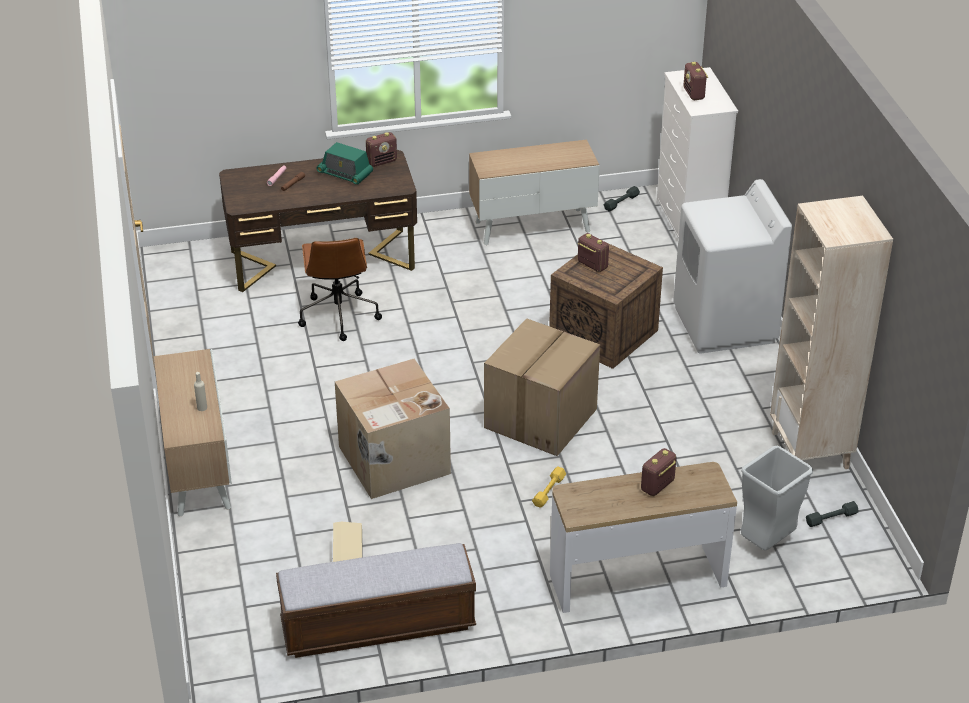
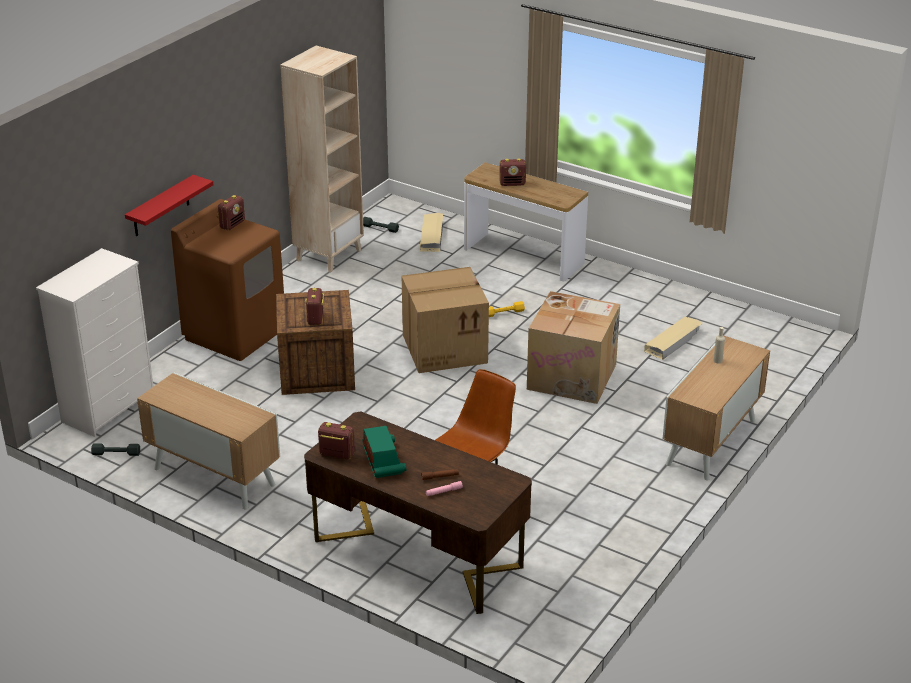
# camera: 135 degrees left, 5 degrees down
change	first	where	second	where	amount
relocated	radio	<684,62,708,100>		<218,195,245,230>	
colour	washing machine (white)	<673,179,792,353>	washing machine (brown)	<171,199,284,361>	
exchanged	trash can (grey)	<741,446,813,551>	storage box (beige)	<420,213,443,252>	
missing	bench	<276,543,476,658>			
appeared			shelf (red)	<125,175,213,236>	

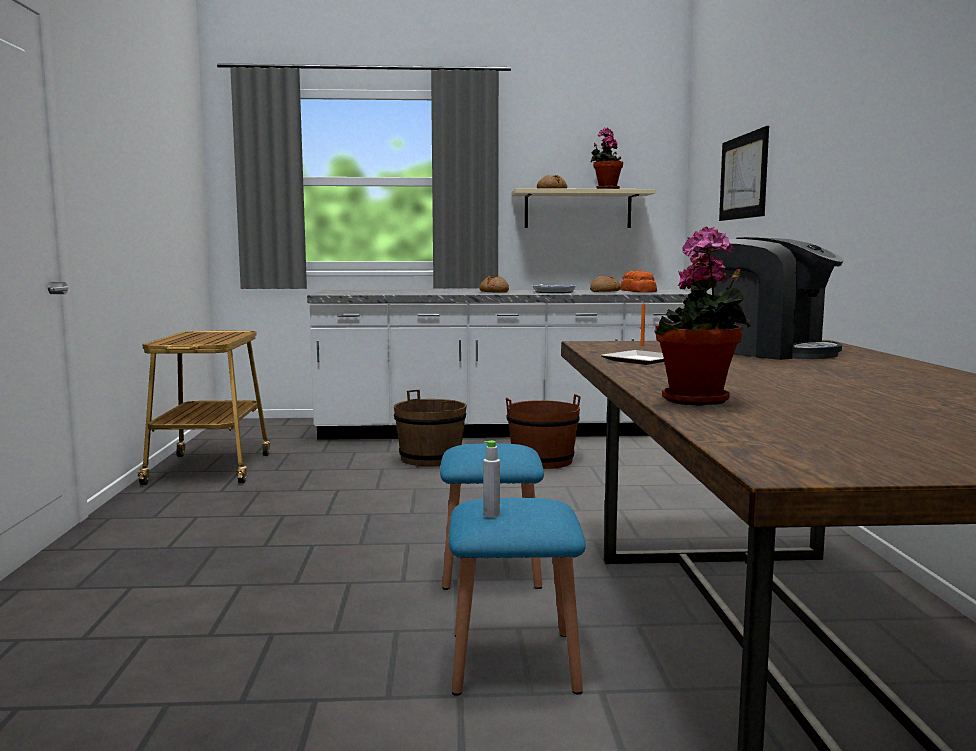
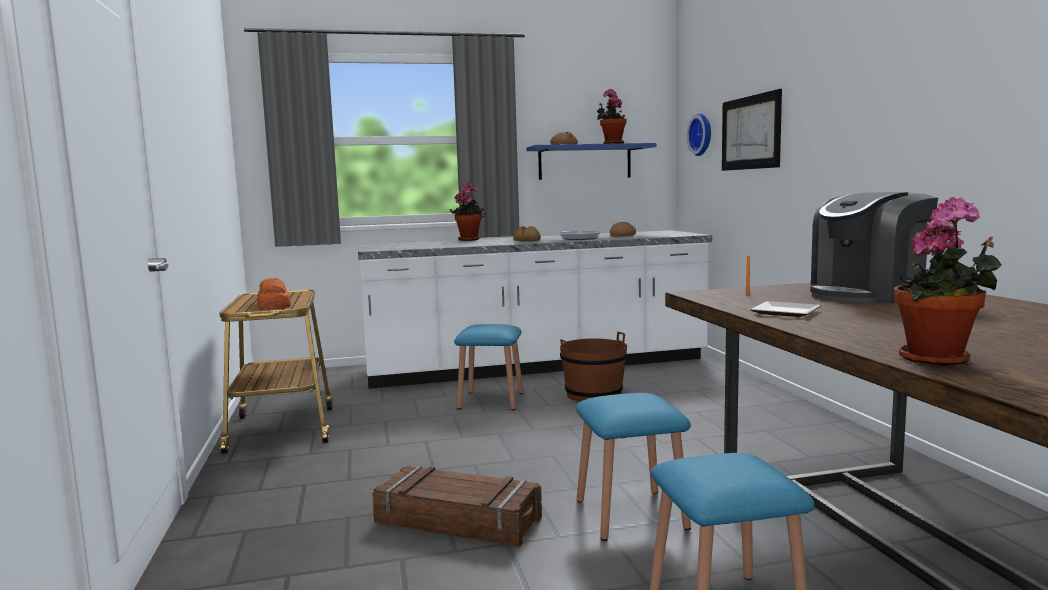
# camera: 10 degrees left, 0 degrees up
change	first	where	second	where	amount
colour	shelf (beige)	<512,188,655,228>	shelf (blue)	<526,143,656,180>	
spun	coffee machine	<710,237,844,360>		<810,192,938,304>	120 degrees clockwise
relocated	bread	<620,271,657,292>		<257,278,291,309>	
exchanged	bucket (brown)	<394,390,467,466>	stool (blue)	<454,324,523,410>	
missing	bottle (grey)	<483,441,500,518>			
appeared			wall clock	<687,113,711,156>	
appeared			potted plant	<450,183,486,241>	
appeared			crate	<372,466,542,547>	

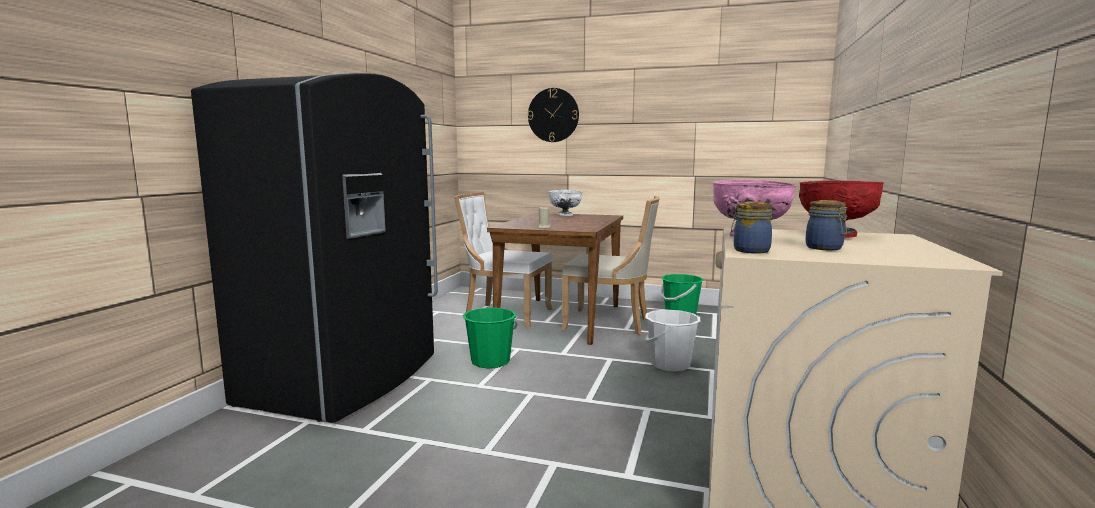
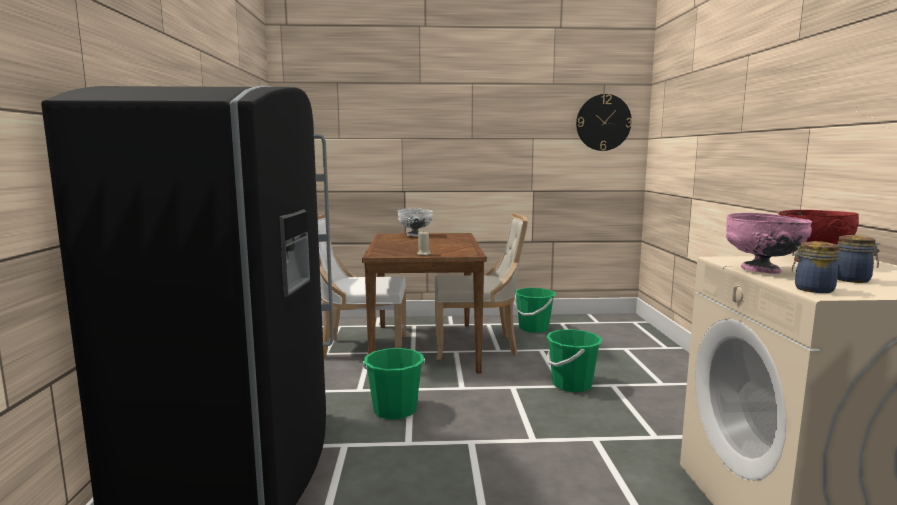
# camera: 20 degrees left, 0 degrees up
change	first	where	second	where	amount
relocated	wall clock	<528,88,579,142>		<576,94,632,151>	
colour	bucket (white)	<645,310,700,372>	bucket (green)	<546,329,603,392>	

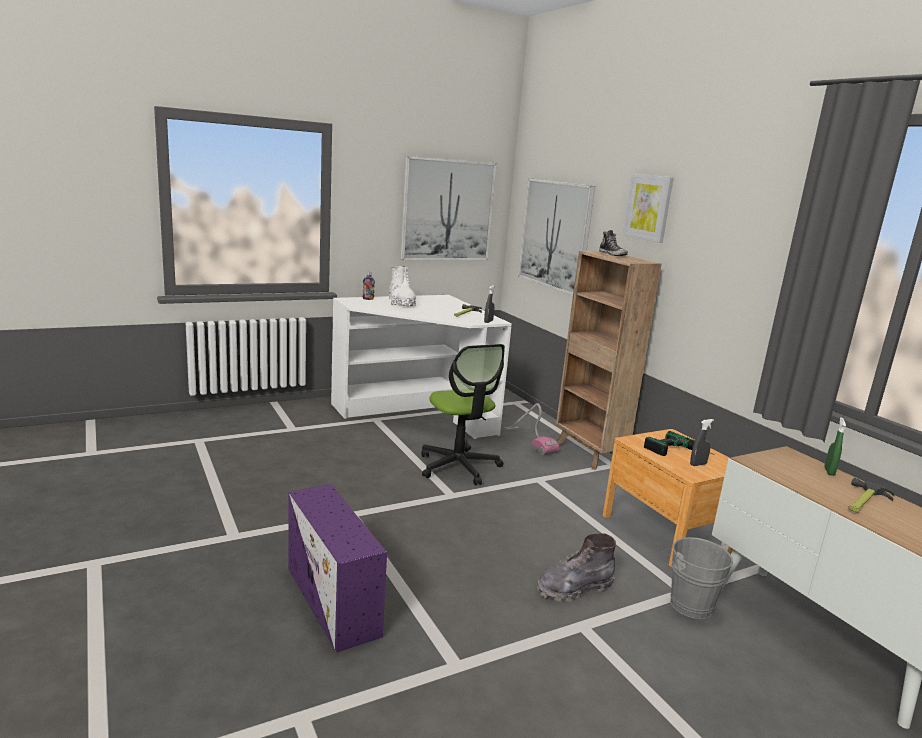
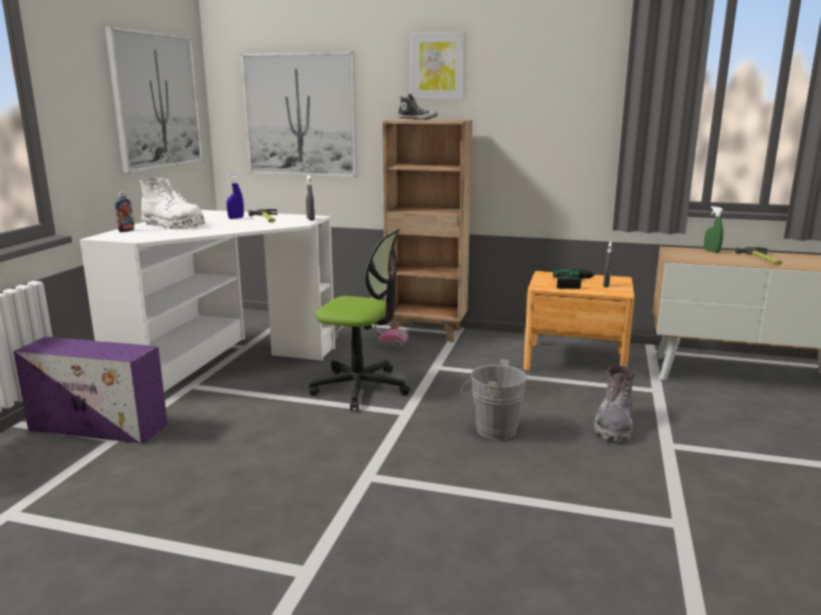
# camera: 45 degrees left, 0 degrees up
change	first	where	second	where	amount
relocated	storage box (purple)	<289,484,387,652>		<13,337,168,444>	
relocated	bucket (grey)	<662,537,733,619>		<461,360,527,440>	
appeared			spray bottle (blue)	<226,174,244,219>	

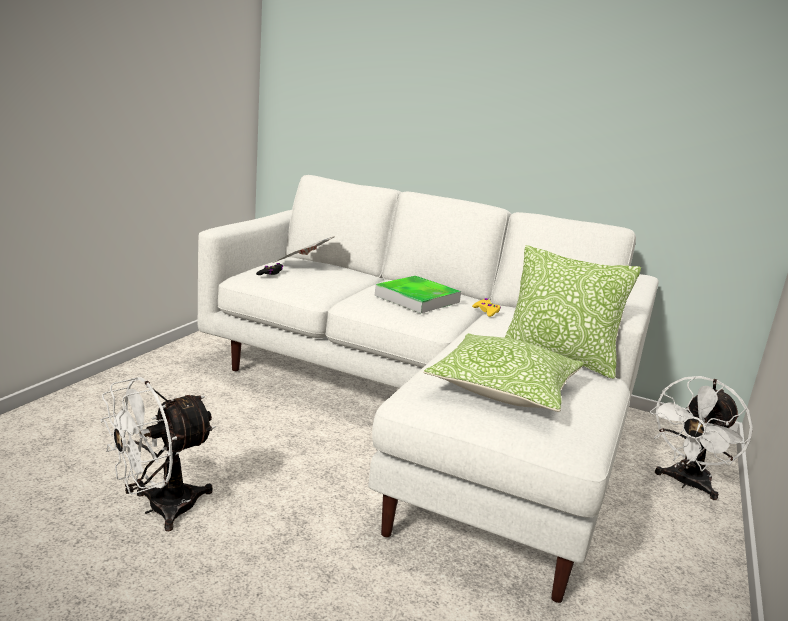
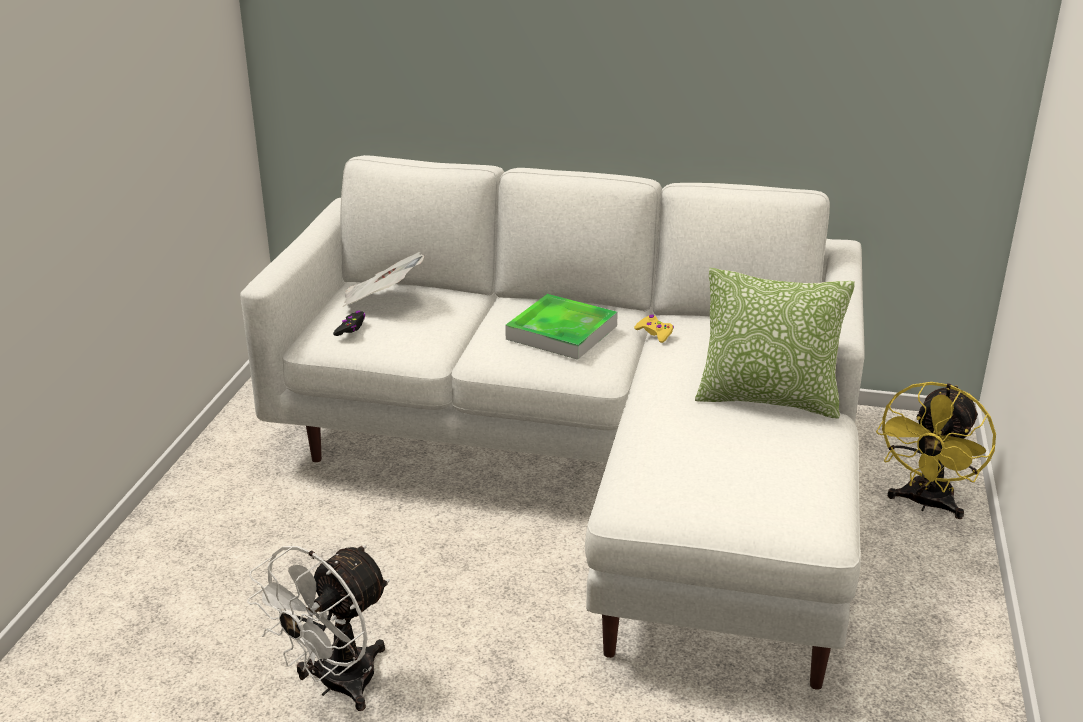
# camera: 10 degrees left, 10 degrees up
change	first	where	second	where	amount
missing	pillow	<423,333,584,412>			
colour	fan (white)	<650,376,753,500>	fan (yellow)	<876,382,996,519>	

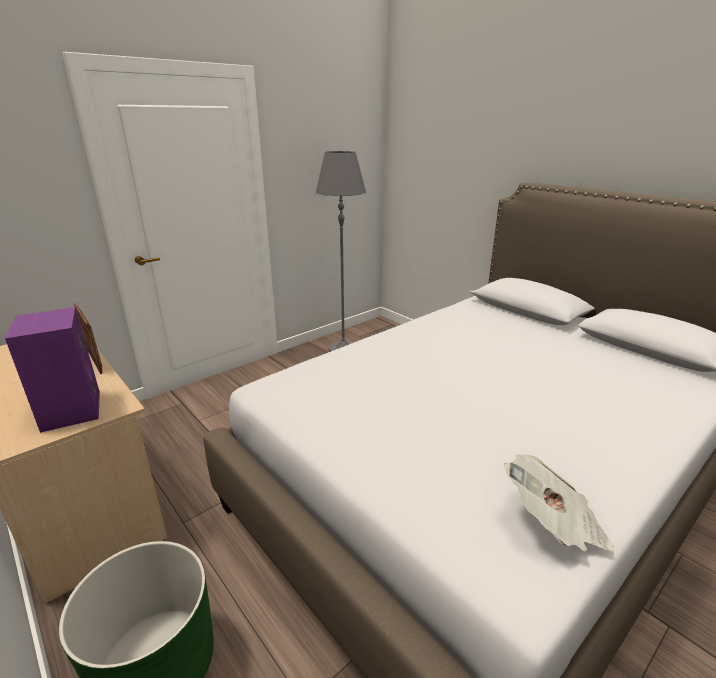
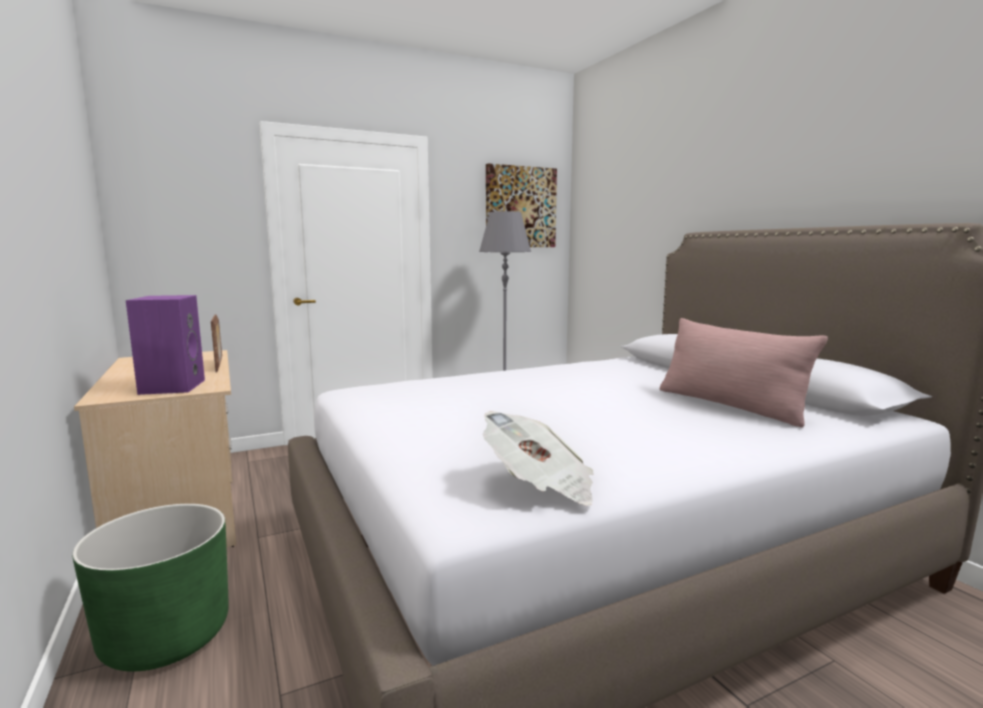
# camera: 15 degrees right, 15 degrees down
change	first	where	second	where	amount
appeared			picture	<486,163,557,247>	
appeared			pillow (pink)	<660,318,828,428>	

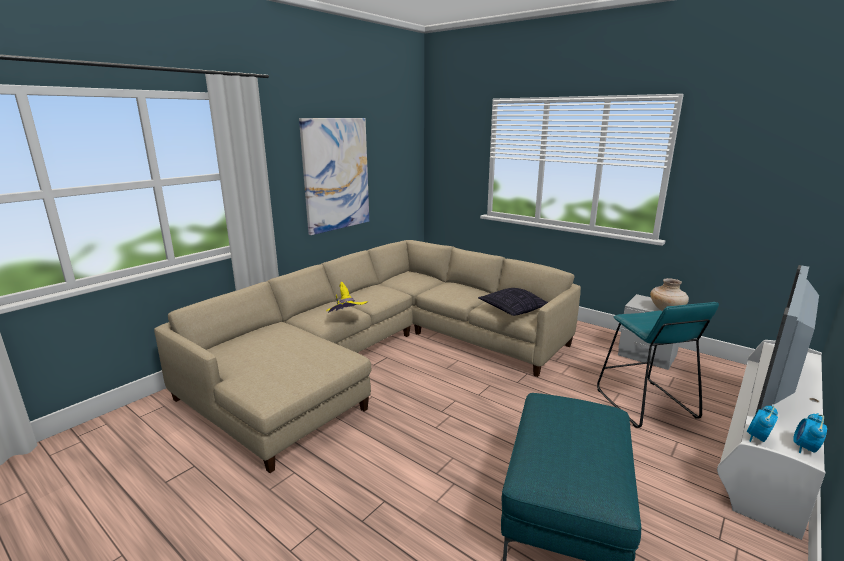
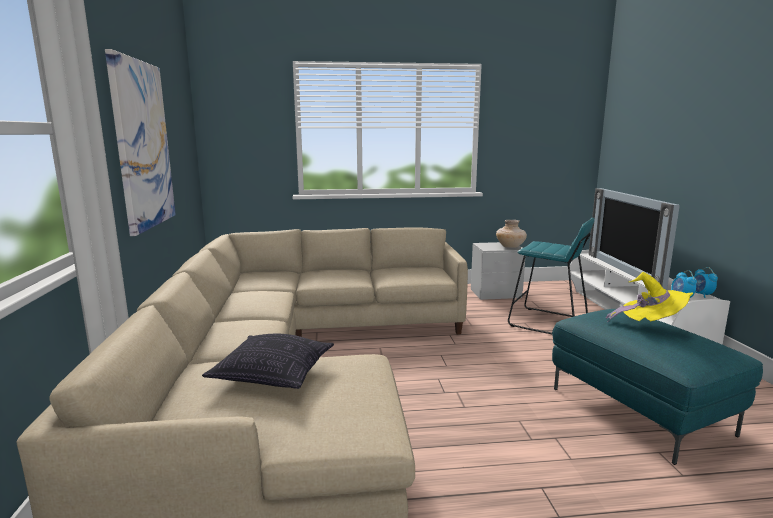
# camera: 45 degrees left, 5 degrees down
change	first	where	second	where	amount
relocated	hat (yellow)	<326,282,368,313>		<606,272,694,322>	
relocated	pillow	<478,288,548,316>		<202,334,334,389>	

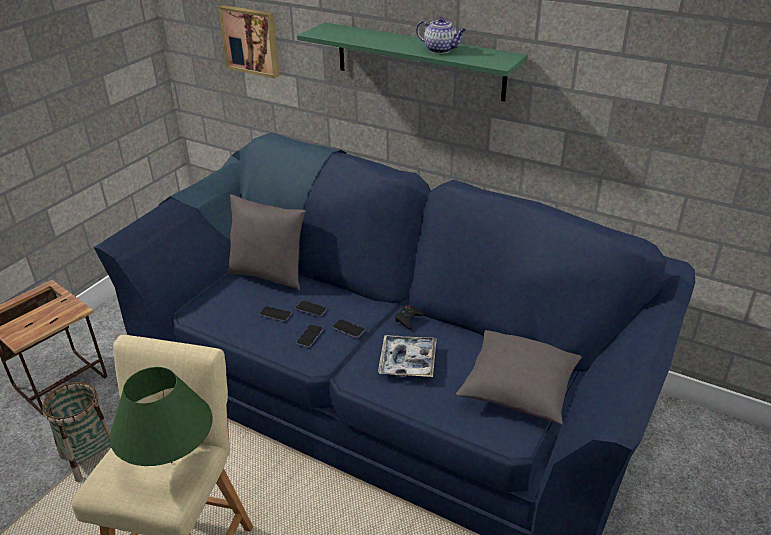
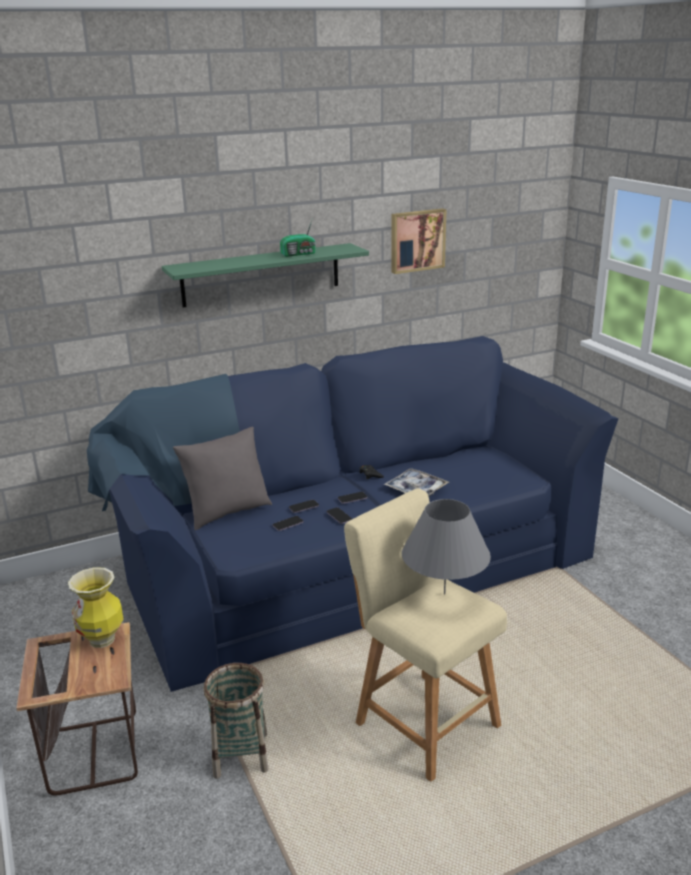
# camera: 55 degrees left, 10 degrees down
change	first	where	second	where	amount
relocated	picture	<218,5,280,78>		<392,208,447,274>	
exchanged	teapot	<416,17,466,54>	radio	<280,218,316,257>	
missing	pillow (grey)	<456,330,582,425>			
colour	table lamp (green)	<109,367,212,466>	table lamp (grey)	<402,499,491,595>	
appeared			vase	<68,567,123,648>	

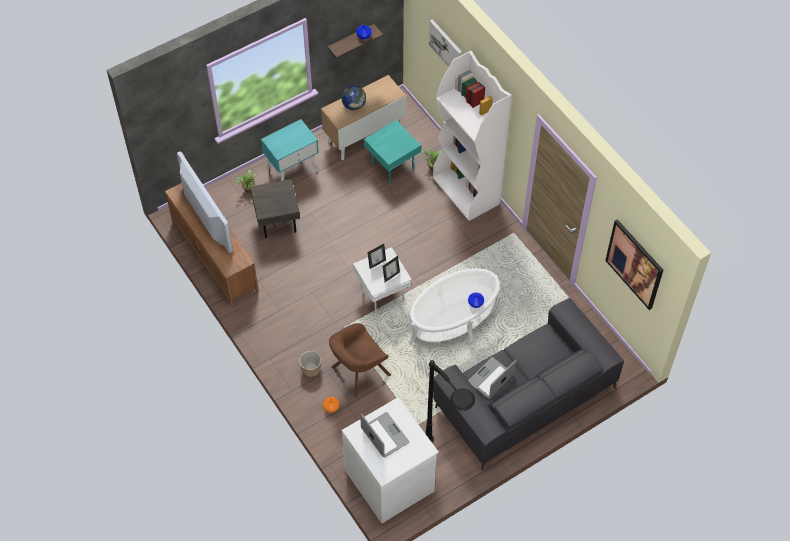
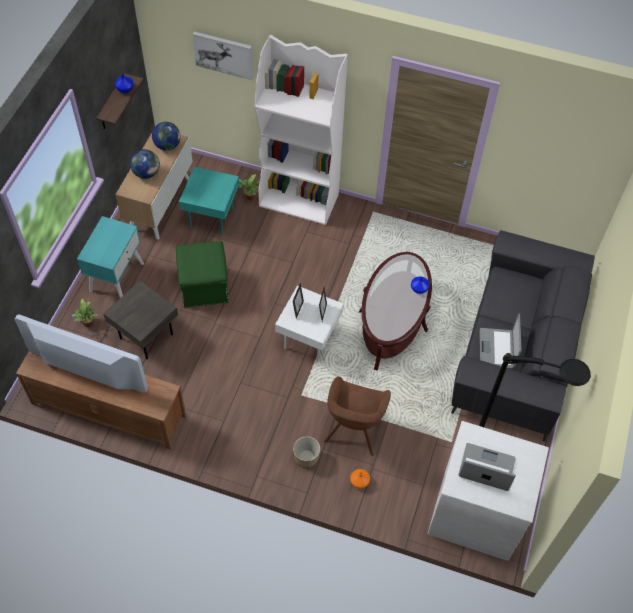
# camera: 40 degrees left, 0 degrees up
change	first	where	second	where	amount
missing	picture	<605,219,663,310>			
colour	coffee table (white)	<409,268,500,345>	coffee table (brown)	<359,252,432,371>	
appeared			globe	<152,122,181,151>	
appeared			ottoman (green)	<176,241,229,308>	

